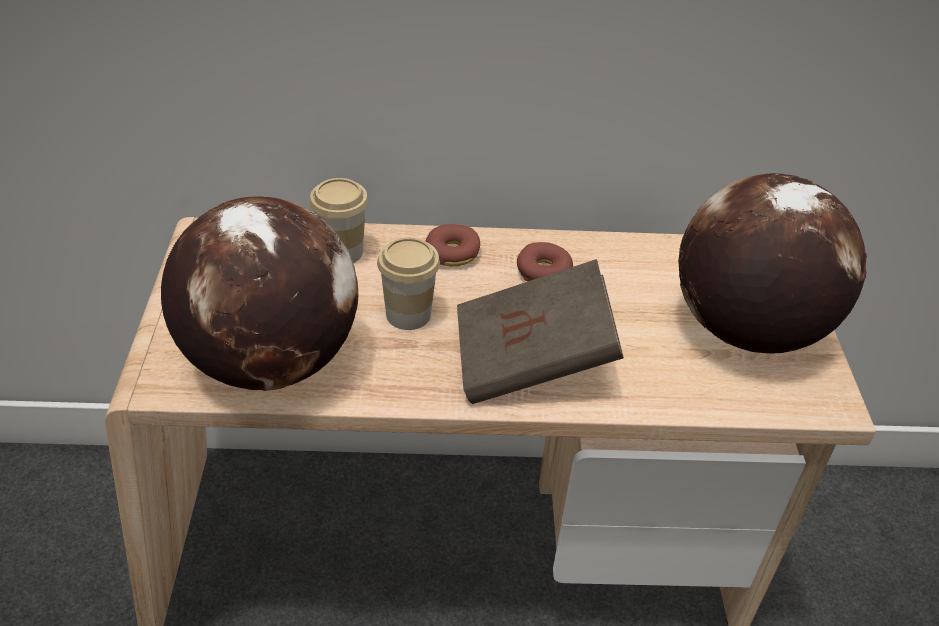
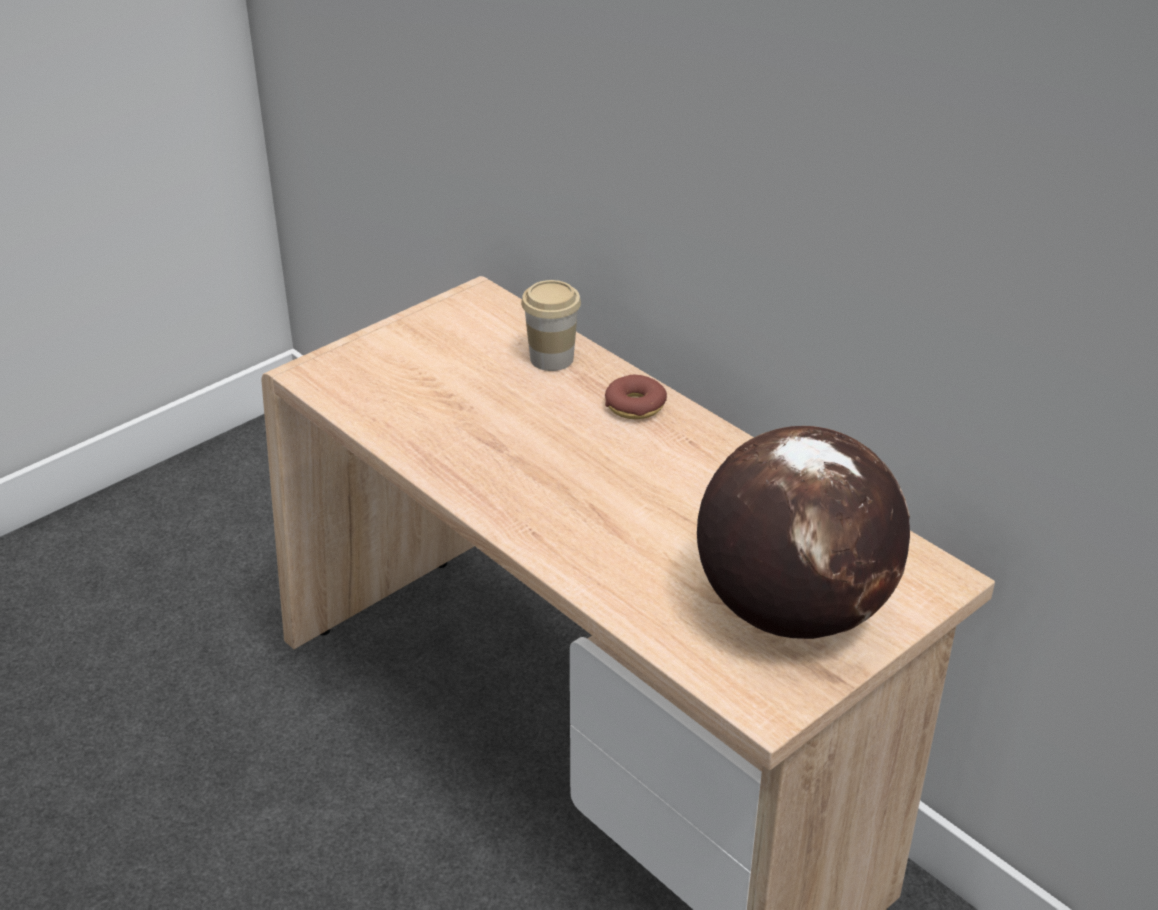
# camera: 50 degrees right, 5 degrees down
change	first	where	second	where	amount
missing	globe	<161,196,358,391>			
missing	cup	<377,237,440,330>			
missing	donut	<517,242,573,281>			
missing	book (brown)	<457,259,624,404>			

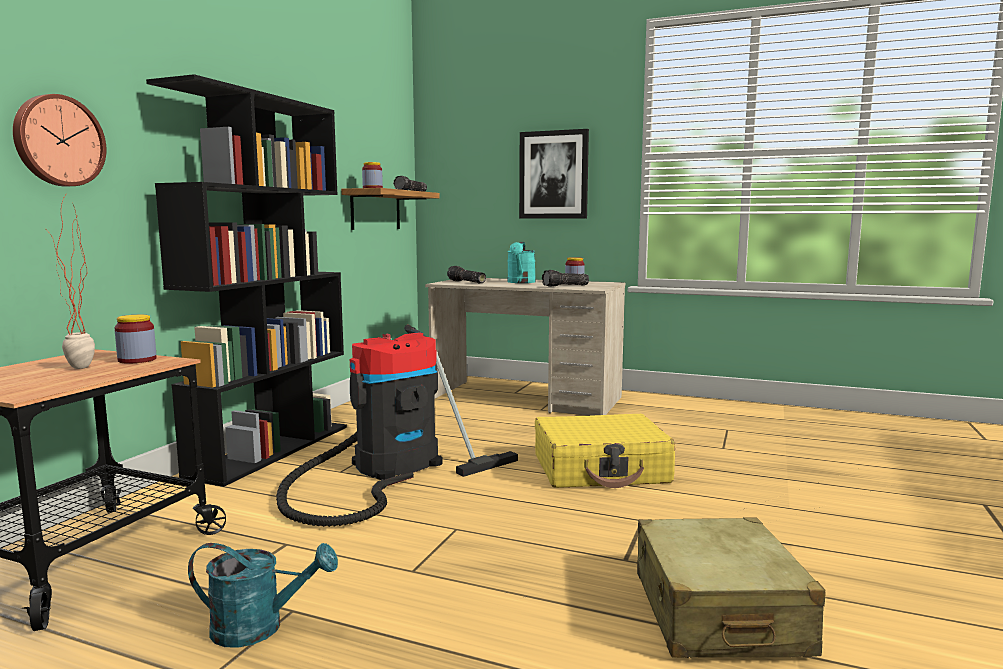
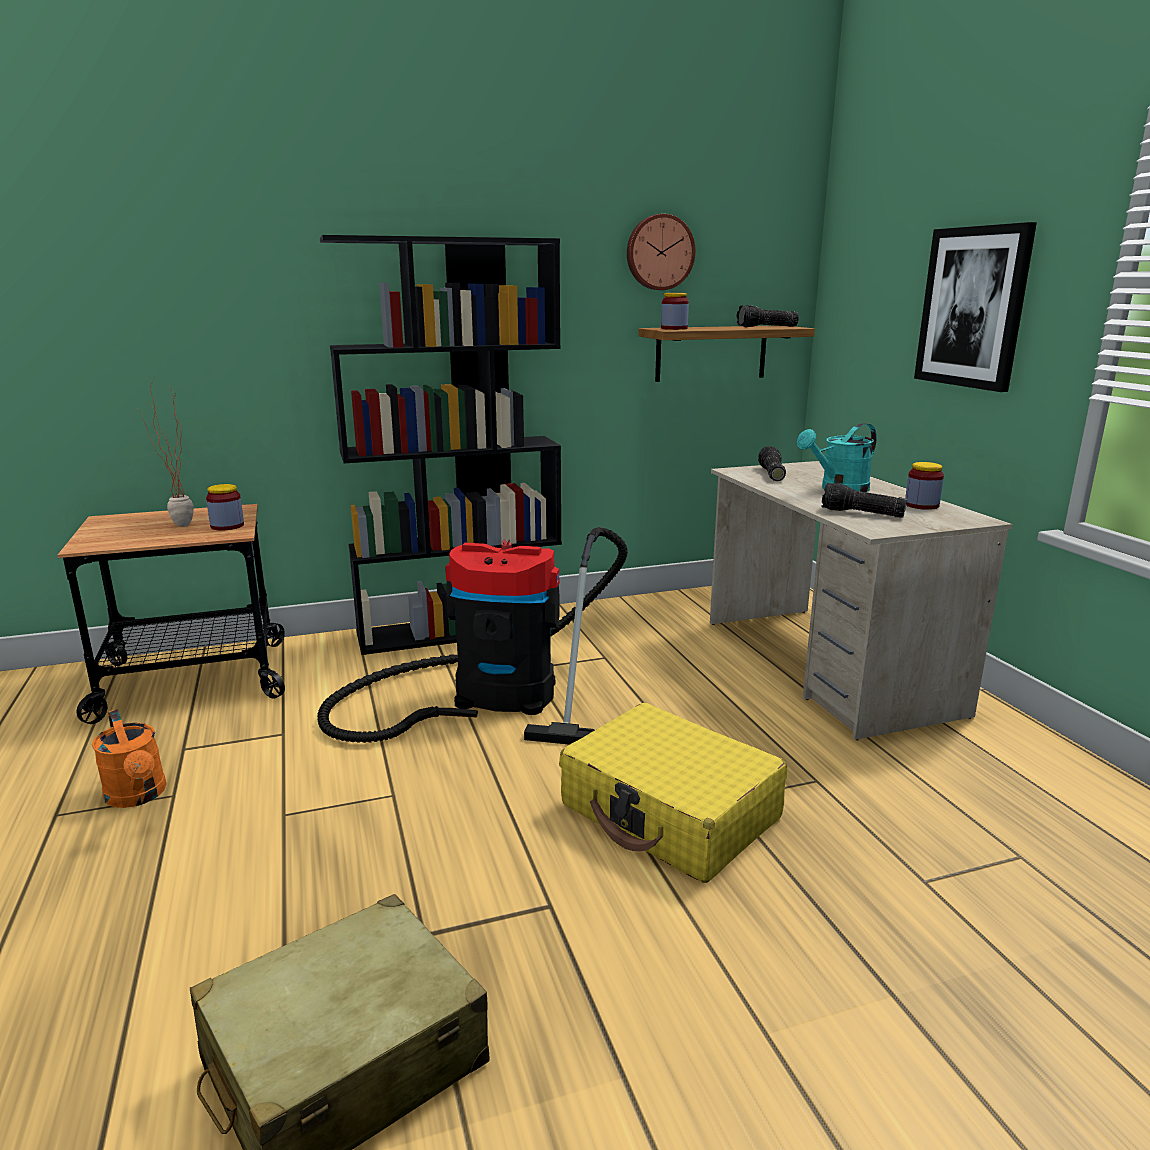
# camera: 50 degrees right, 10 degrees up
change	first	where	second	where	amount
relocated	wall clock	<13,94,106,186>		<627,214,696,290>	
colour	watering can (turquoise)	<188,543,338,648>	watering can (orange)	<92,709,166,808>	

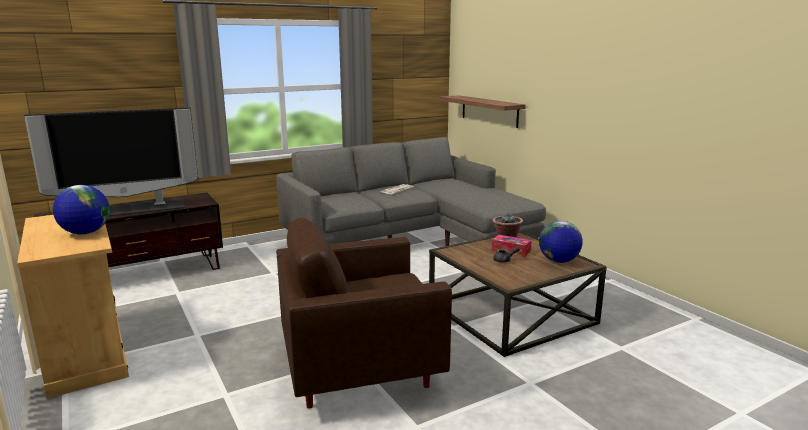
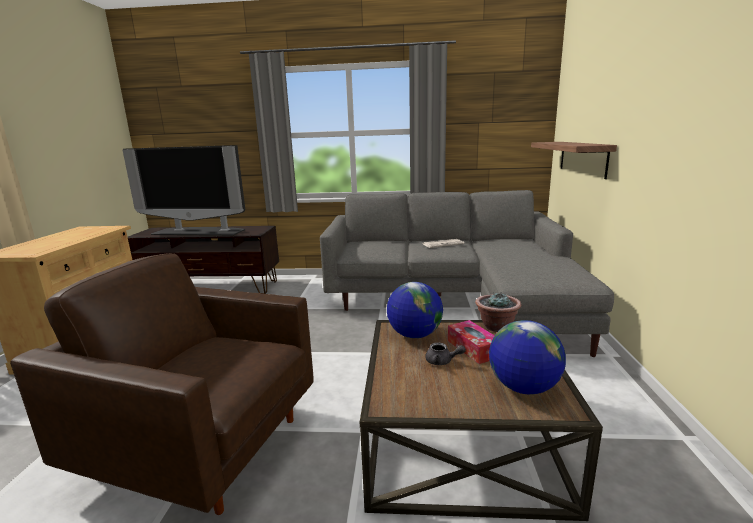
# camera: 35 degrees right, 0 degrees up
change	first	where	second	where	amount
relocated	globe	<53,185,110,234>		<387,282,443,338>	

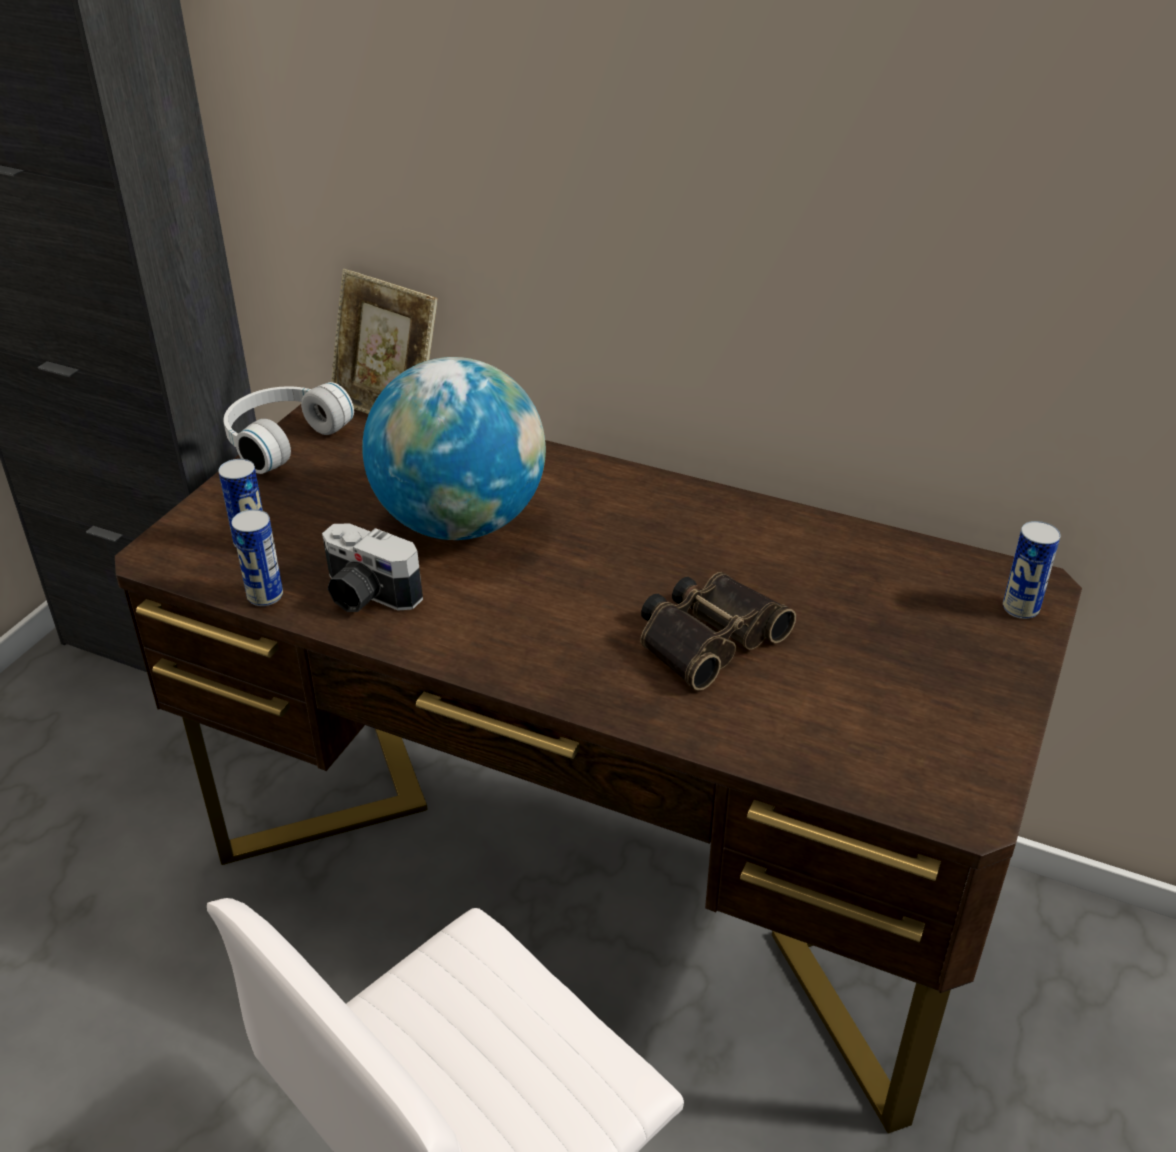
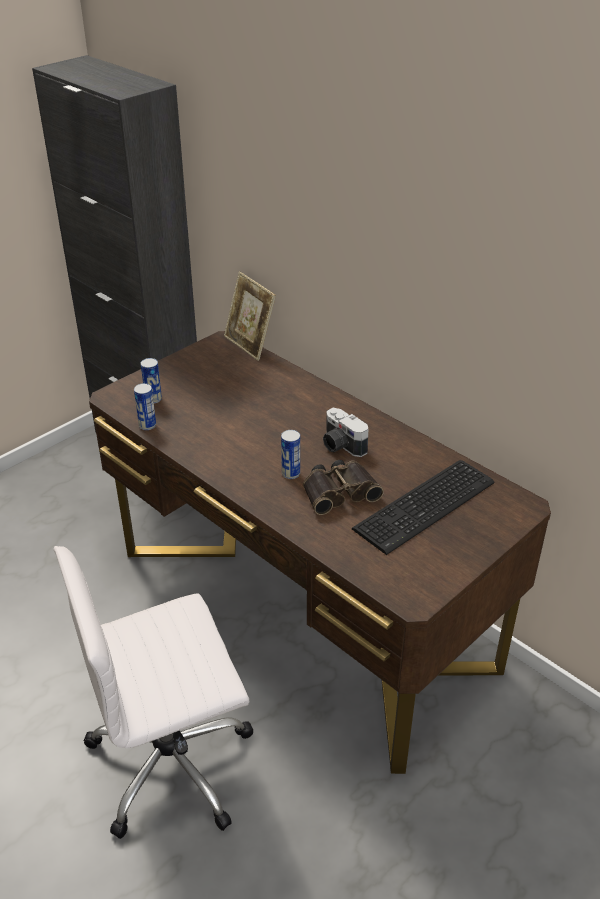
# camera: 20 degrees right, 0 degrees up
change	first	where	second	where	amount
missing	globe	<362,357,546,540>			
missing	headphones (white)	<224,382,354,474>			
relocated	can	<1003,521,1061,619>		<281,430,300,479>	
relocated	photo camera	<322,523,423,612>		<323,408,368,457>	
appeared			keyboard	<352,460,494,555>	

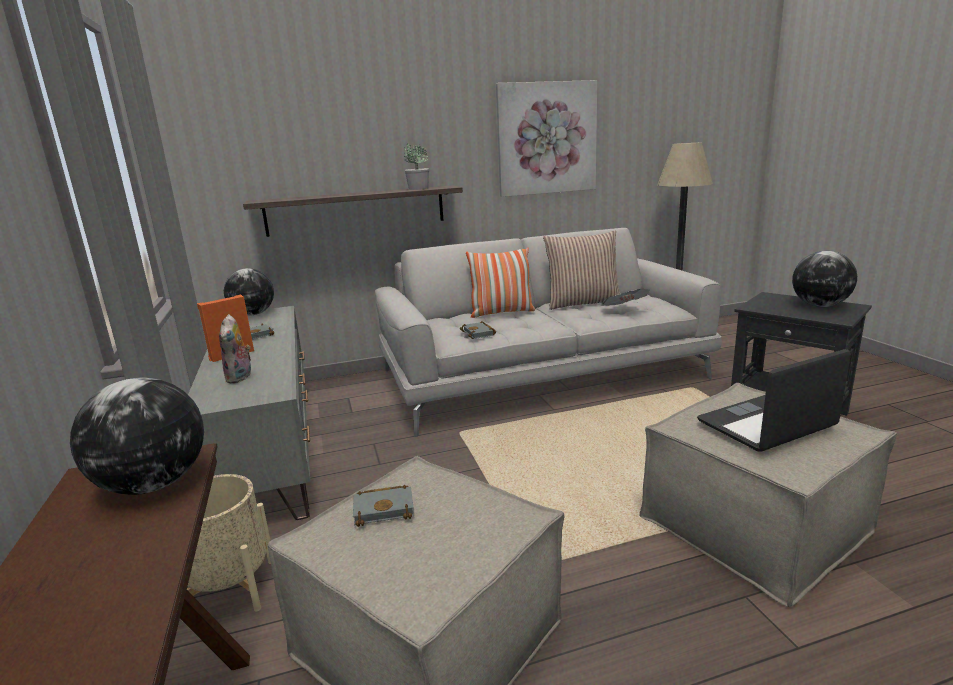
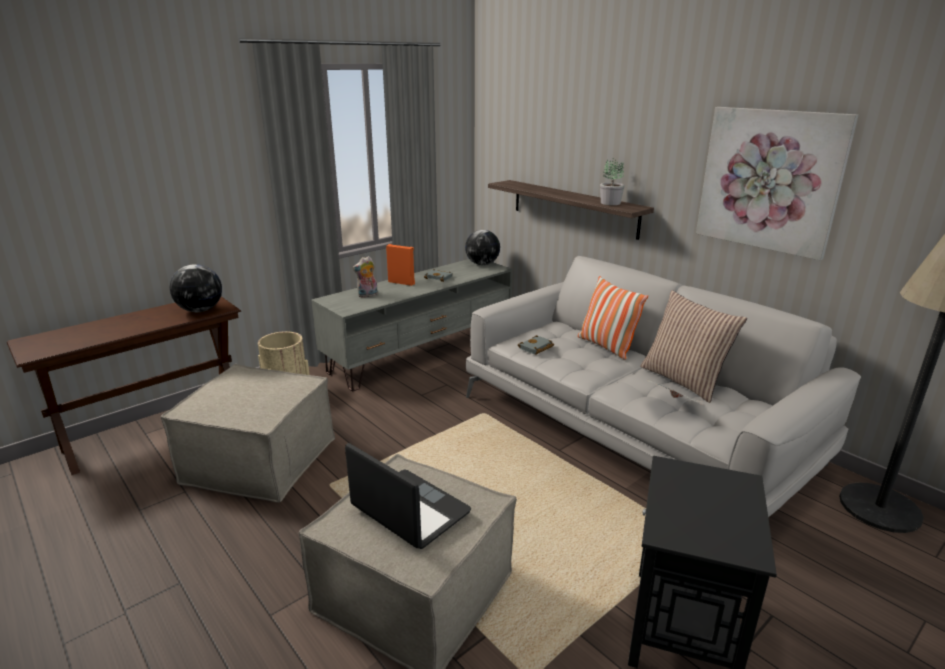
# camera: 65 degrees right, 5 degrees up
change	first	where	second	where	amount
missing	globe	<792,251,857,307>			
missing	book (grey)	<353,485,414,527>			

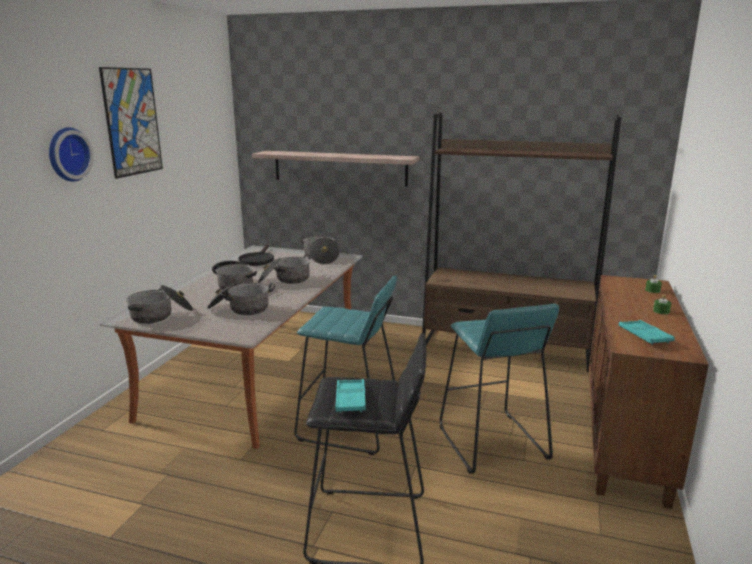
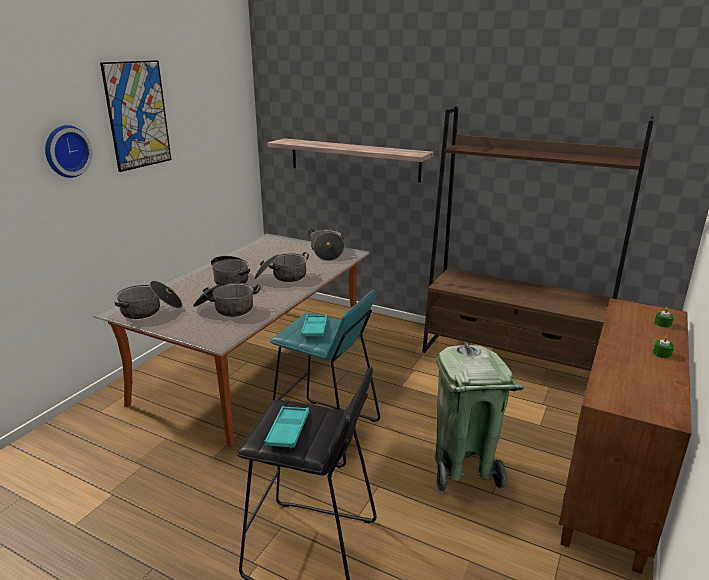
# camera: 10 degrees right, 5 degrees up
change	first	where	second	where	amount
missing	frying pan (black)	<238,245,274,266>			
exchanged	stool (turquoise)	<440,304,559,474>	trash can (green)	<435,343,524,494>	
relocated	tray (turquoise)	<619,320,675,345>		<301,315,328,338>	

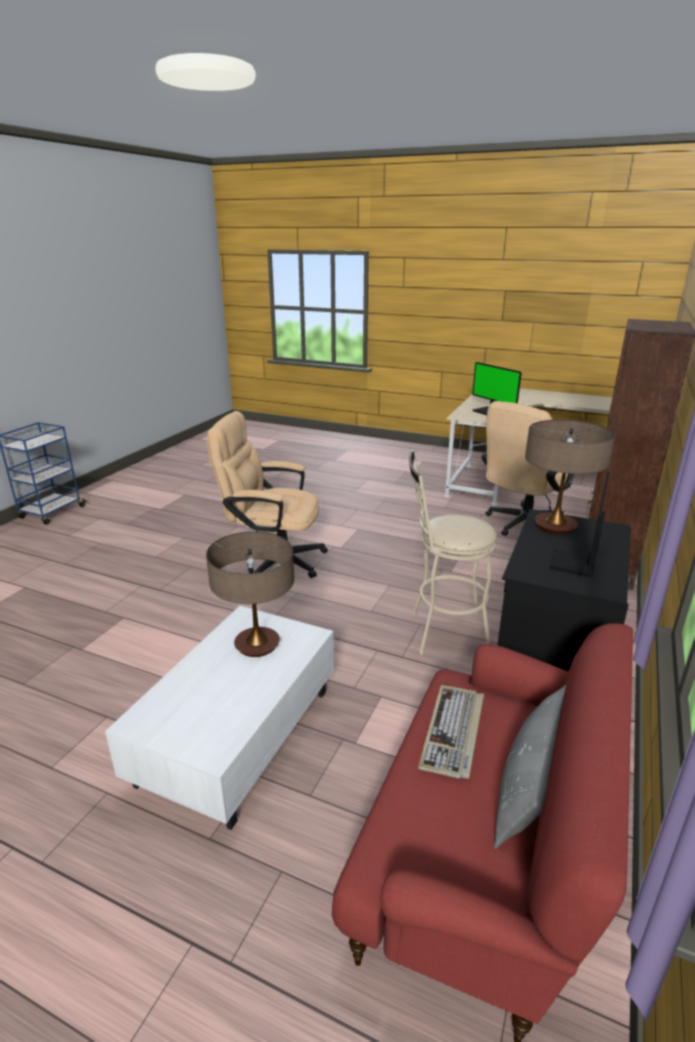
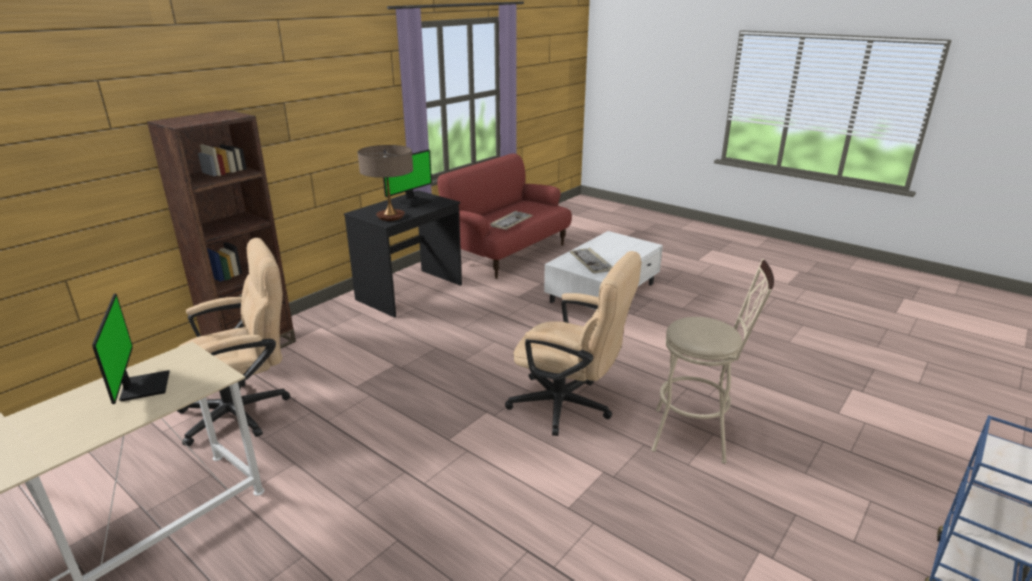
# camera: 165 degrees left, 0 degrees up
change	first	where	second	where	amount
relocated	stool (beige)	<409,450,497,655>		<651,259,774,464>	
exchanged	table lamp	<206,531,294,657>	keyboard	<570,248,613,274>	
missing	pillow (grey)	<494,685,566,849>			

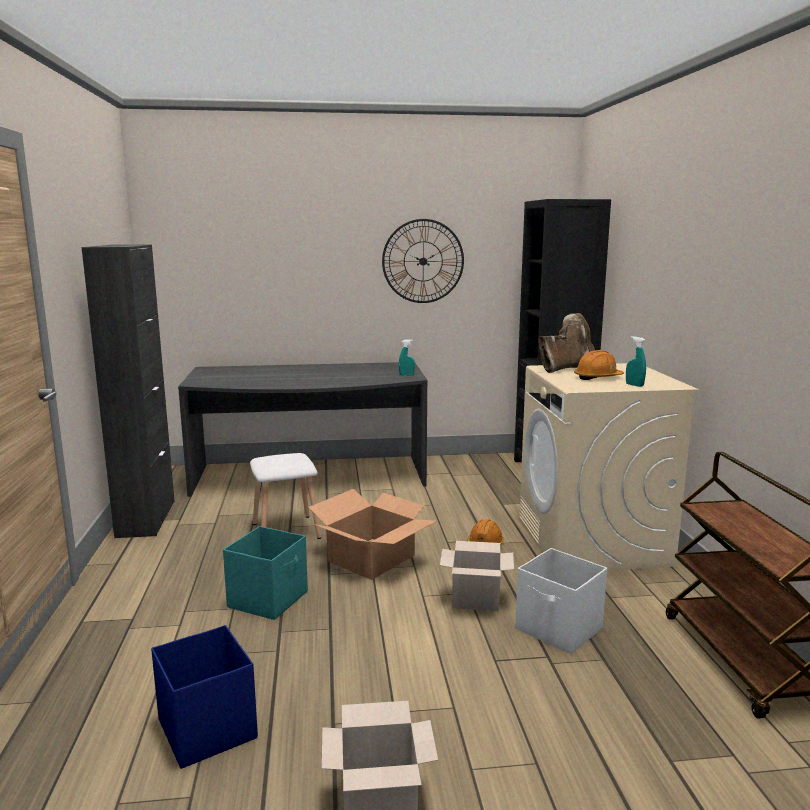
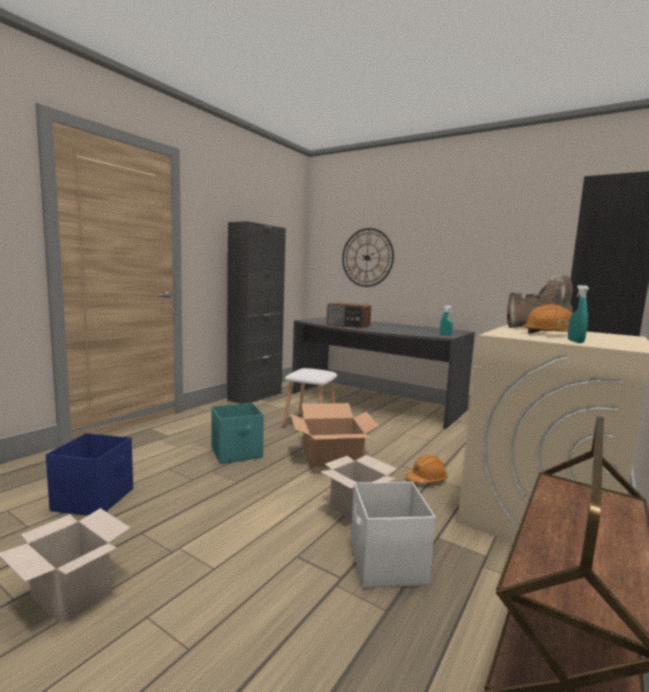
# camera: 40 degrees right, 5 degrees down
change	first	where	second	where	amount
relocated	wall clock	<382,219,464,303>		<342,228,394,287>	
appeared			radio	<326,303,371,328>	

